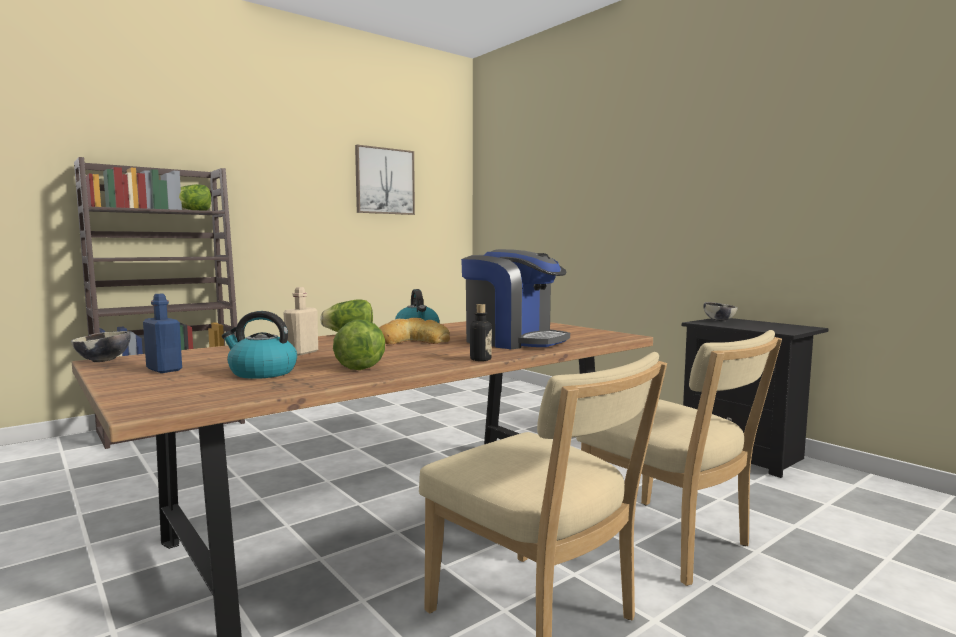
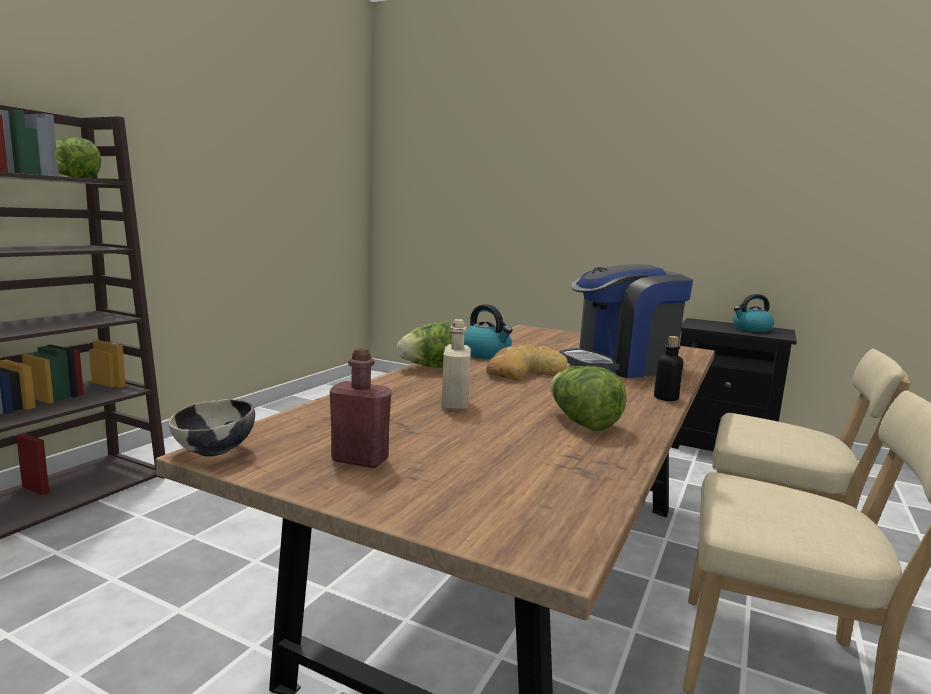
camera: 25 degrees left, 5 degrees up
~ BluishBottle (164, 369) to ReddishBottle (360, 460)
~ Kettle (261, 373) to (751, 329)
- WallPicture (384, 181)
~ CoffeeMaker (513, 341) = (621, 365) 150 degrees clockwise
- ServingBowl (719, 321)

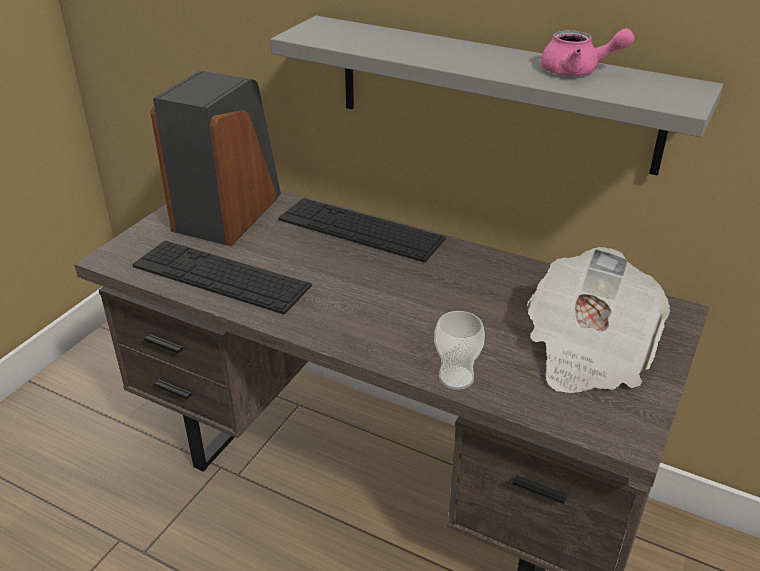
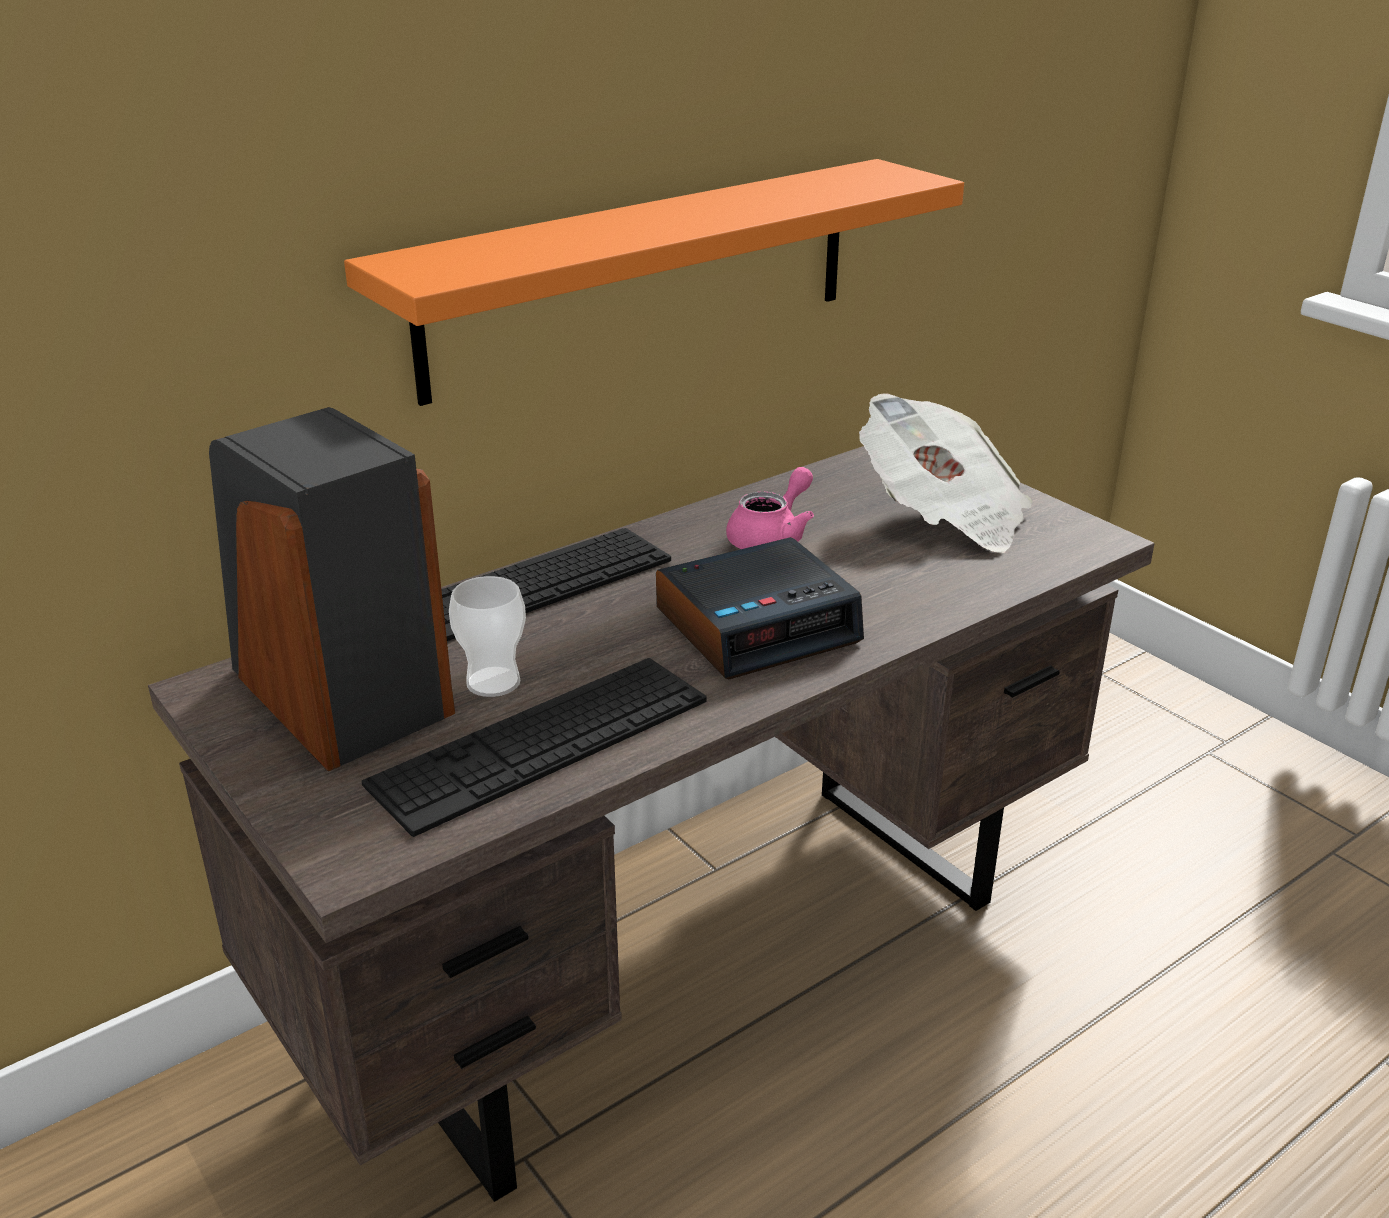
camera: 65 degrees left, 5 degrees down
~ GrayWallShelf (494, 93) to OrangeWallShelf (643, 276)
~ SmallCup (456, 377) to (493, 682)
~ PinkColouredPotForTea (577, 71) to (772, 537)
+ AlarmClock (758, 625)

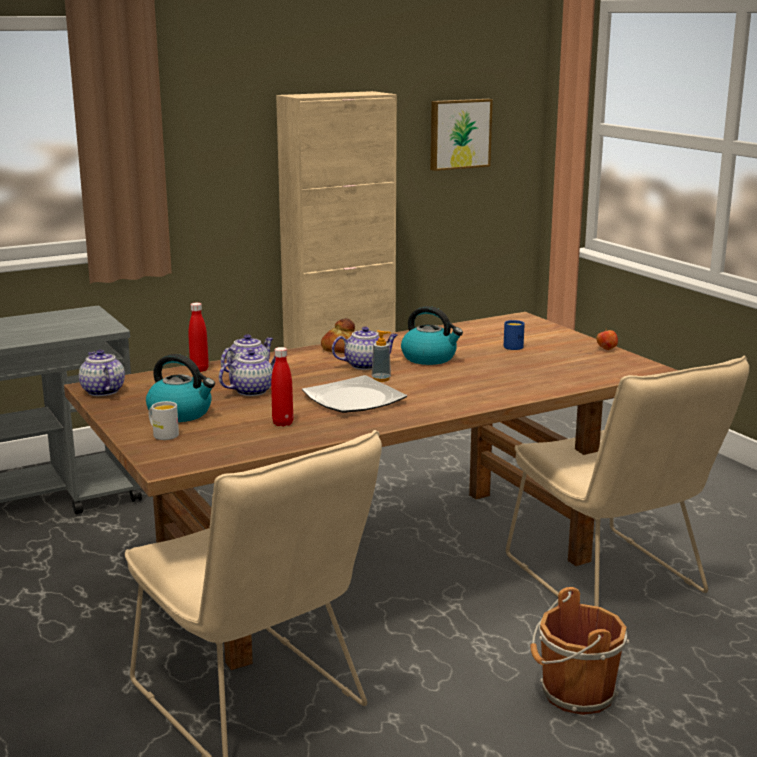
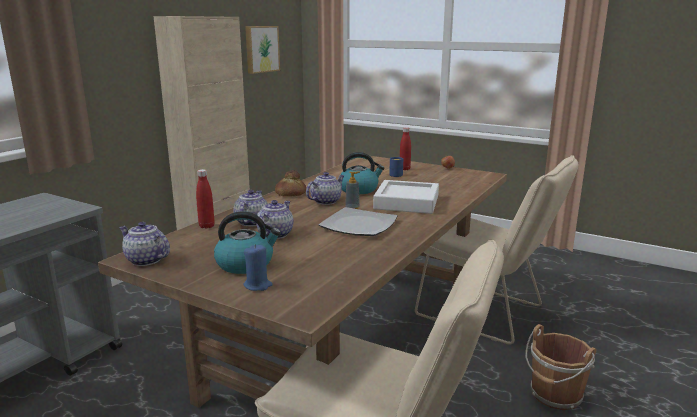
camera: 30 degrees left, 0 degrees up
~ WhitishTeaMug (162, 434) to BluishCandle (258, 285)
~ ReddishBottle (282, 423) to (404, 169)
+ WhitishCarryingTray (406, 202)

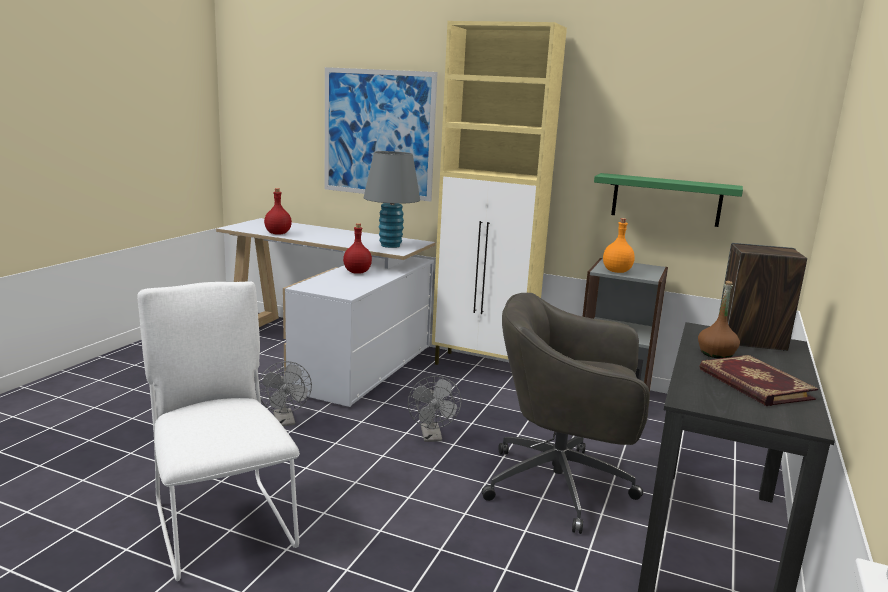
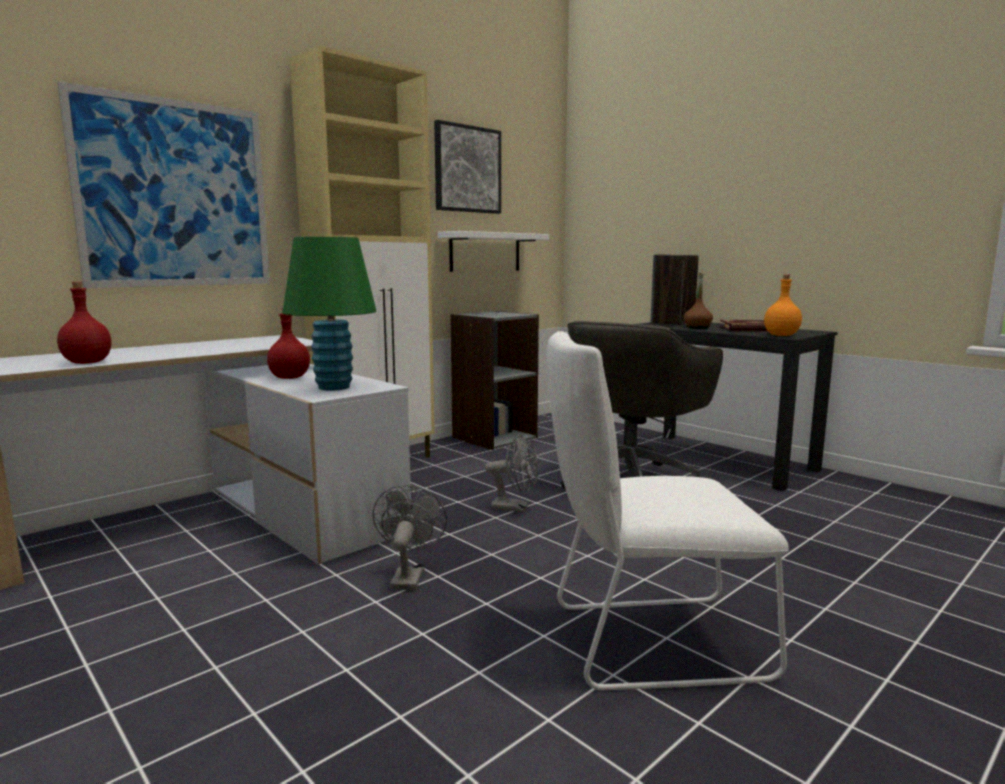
camera: 65 degrees left, 5 degrees down
~ GrayCoolingFan (285, 422) = (408, 576) 90 degrees counterclockwise
- GrayLampForATable (390, 245)
~ GreenColouredWallShelf (666, 200) to WhitishWallShelf (485, 252)
~ OrangeBottle (616, 271) to (780, 335)
+ GreenColouredLampForATable (334, 387)
+ WallPicture (467, 169)

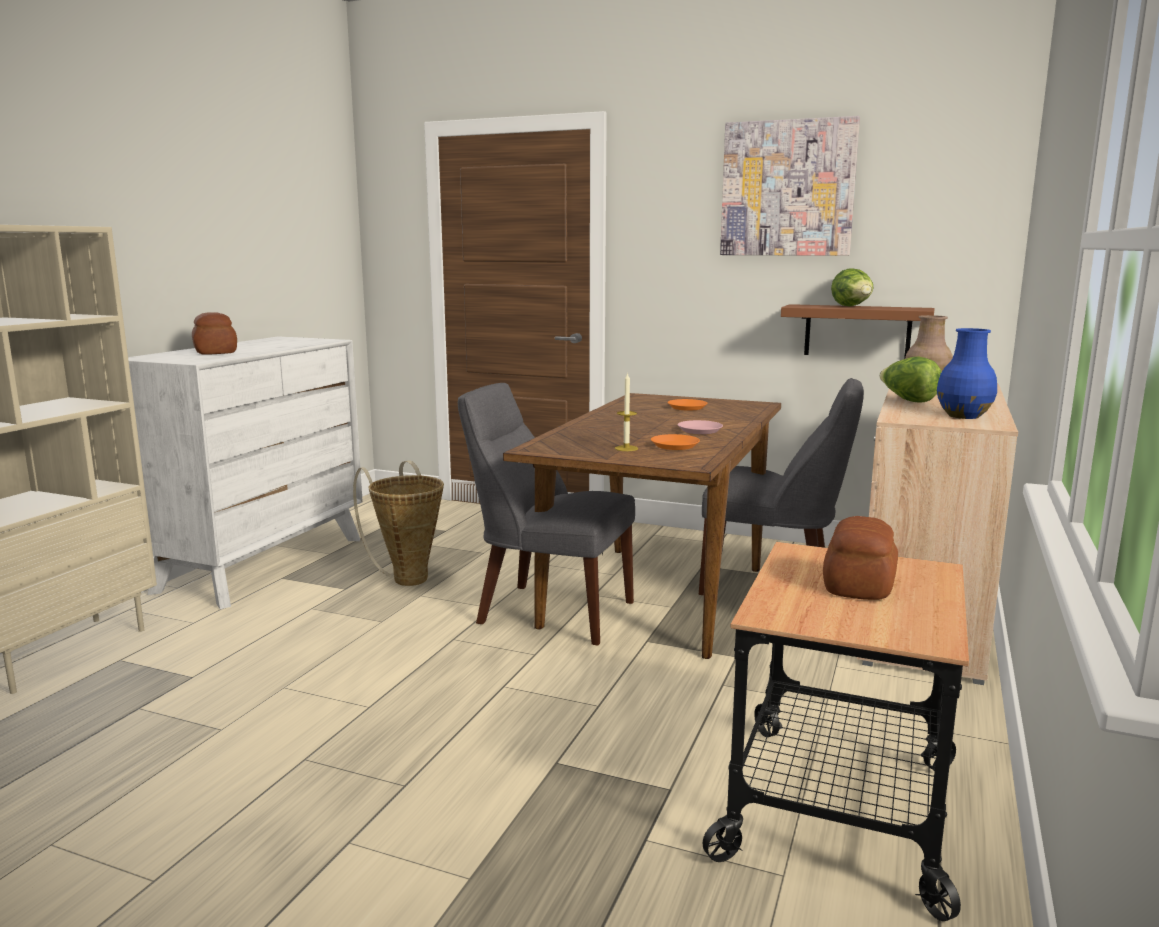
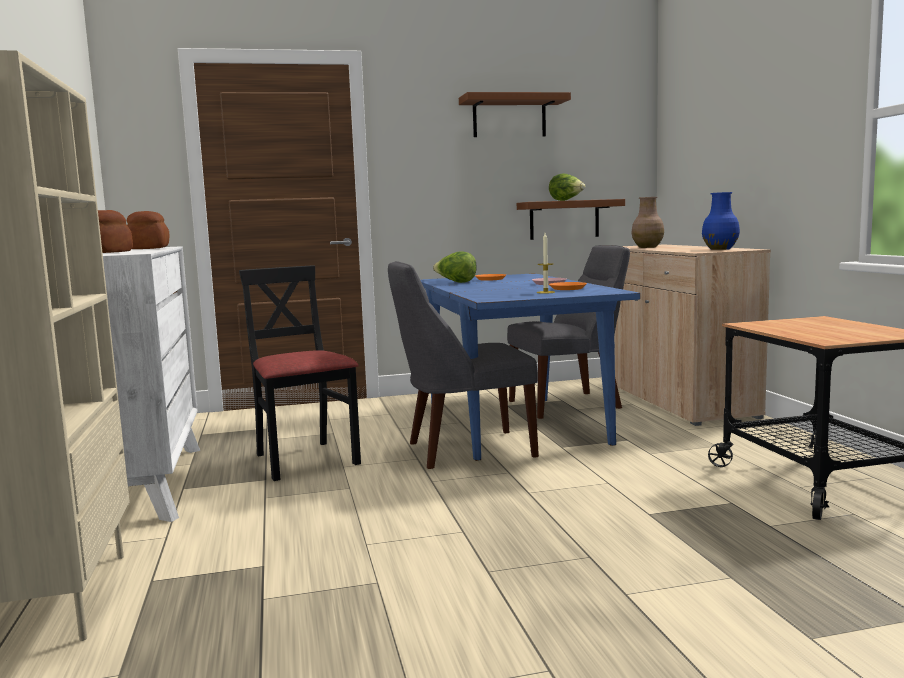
camera: 35 degrees left, 5 degrees down
~ StorageBasket (407, 577) to BlackColouredPlainChair (305, 460)
~ BrownDiningTable (656, 595) to BluishDiningTable (514, 425)
~ WallPicture (787, 189) to BrownWallShelf (509, 117)
~ Bread (857, 585) to (147, 248)
~ HeadOfLettuce (908, 401) to (456, 282)

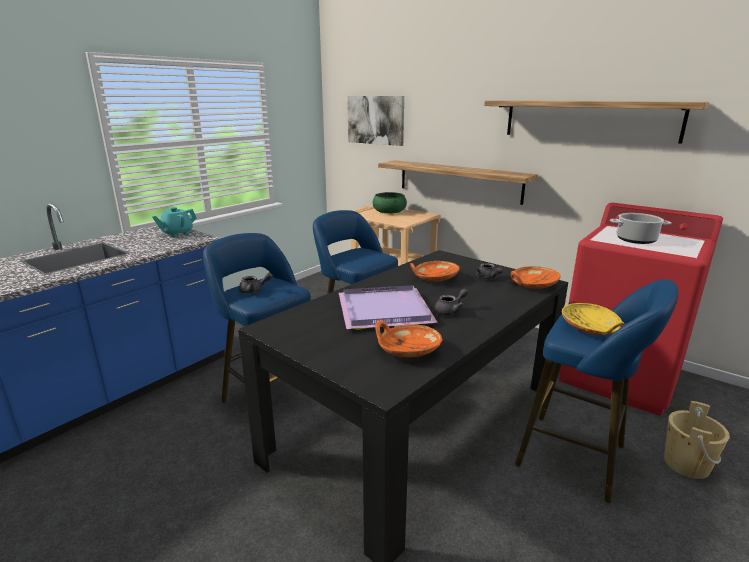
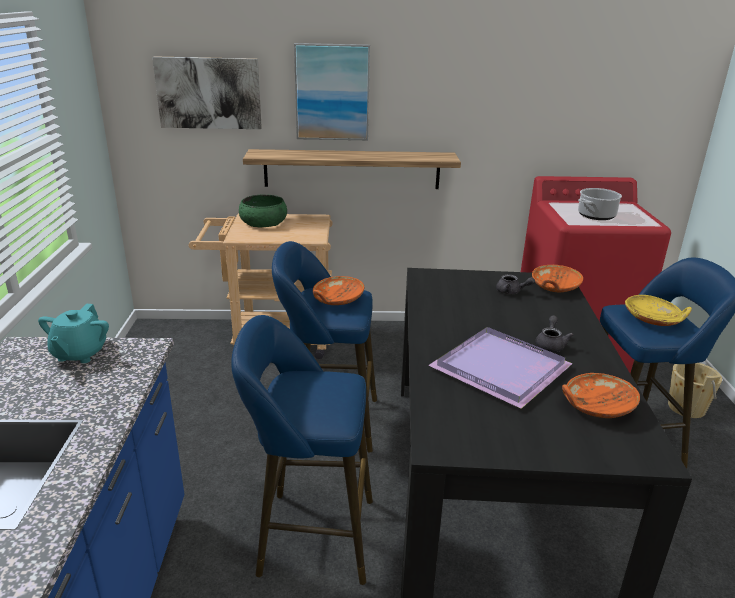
camera: 40 degrees left, 5 degrees up
- GrayPotForTea (254, 290)
~ OrangeServingBowl (434, 278) to (337, 299)
- WallShelf (588, 120)
+ WallPicture (332, 92)

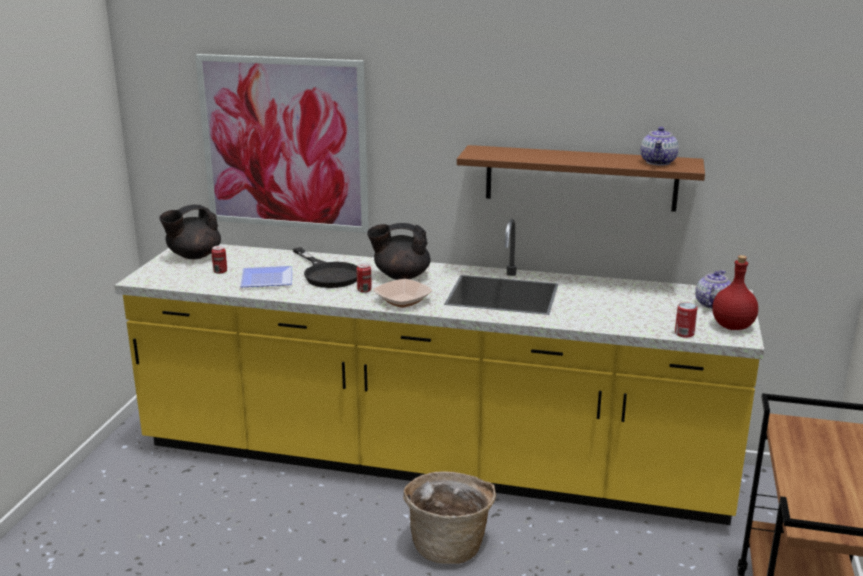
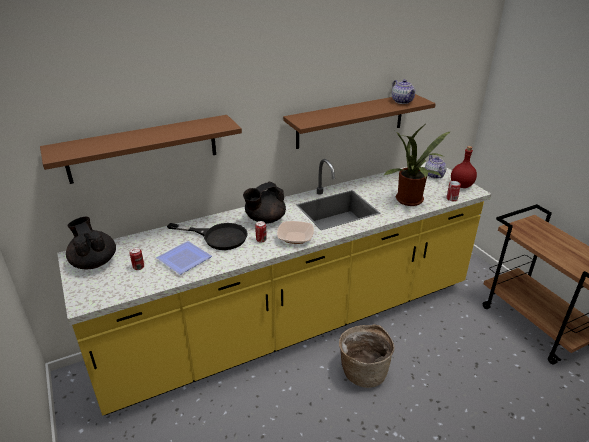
camera: 40 degrees left, 10 degrees up
~ BlackColouredPotForTea (194, 256) = (94, 262) 135 degrees clockwise
~ WallPicture (284, 144) to BrownWallShelf (143, 149)
+ PlantInAPot (411, 201)

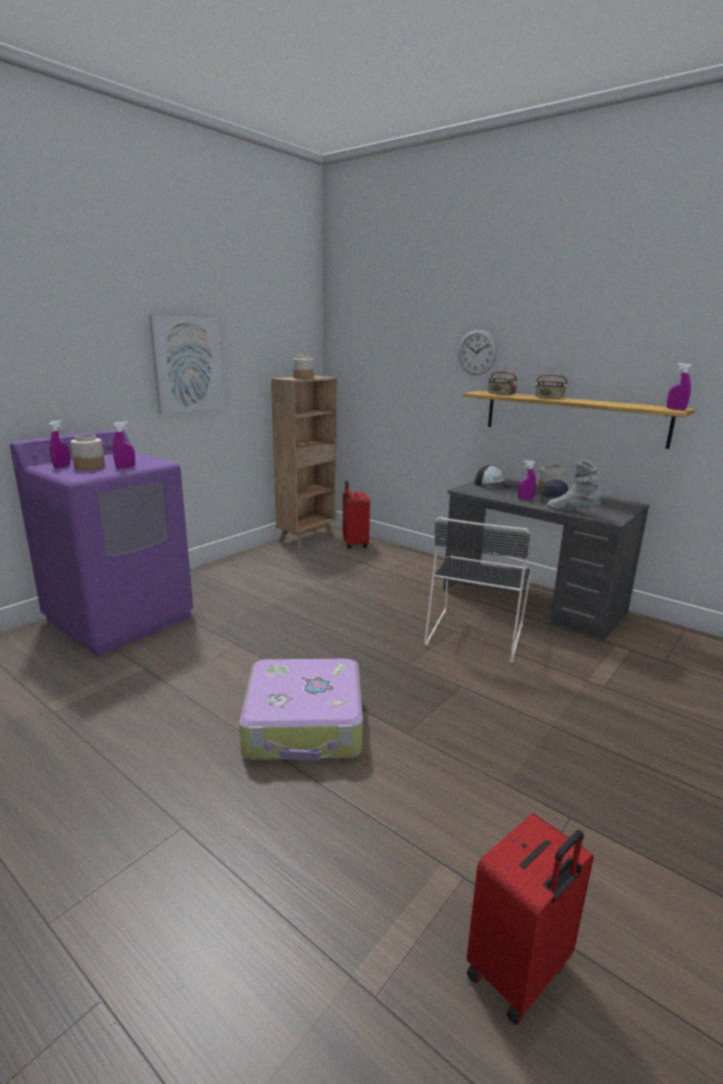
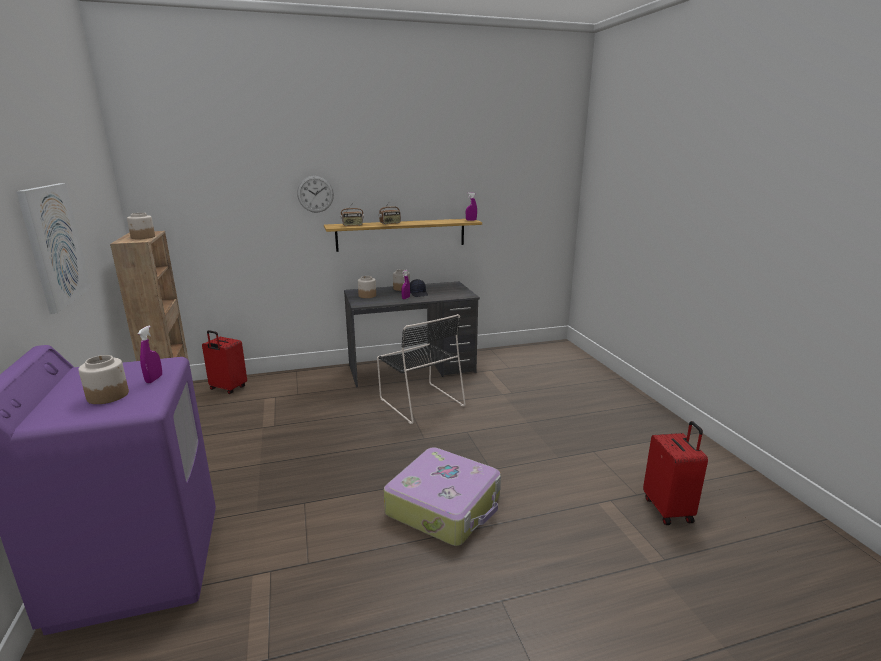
camera: 55 degrees left, 0 degrees up
- PurpleColouredHandSprayer (62, 466)
~ Cap (493, 486) to Jar (367, 295)
- GrayTallBoot (572, 511)

